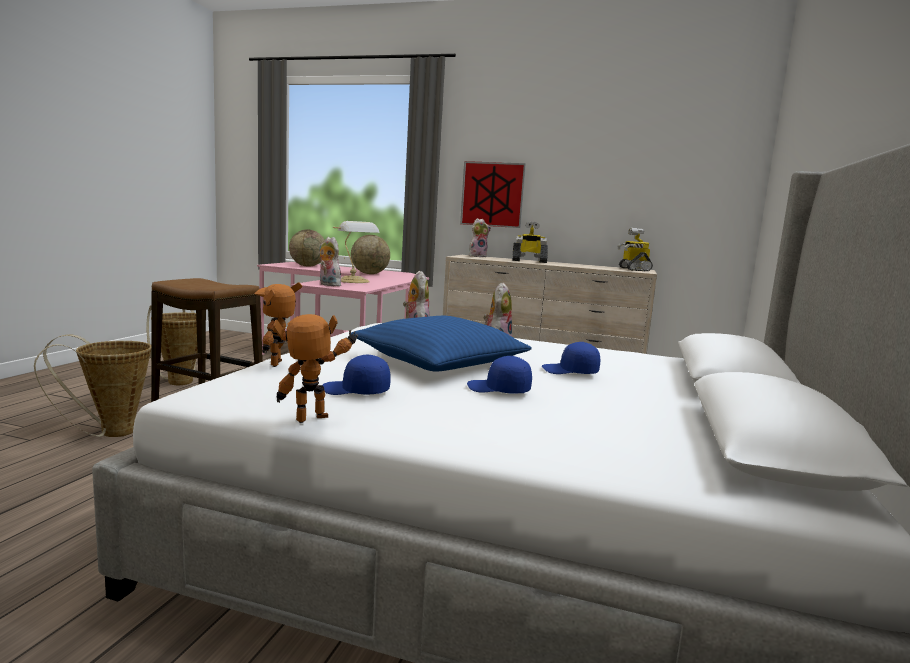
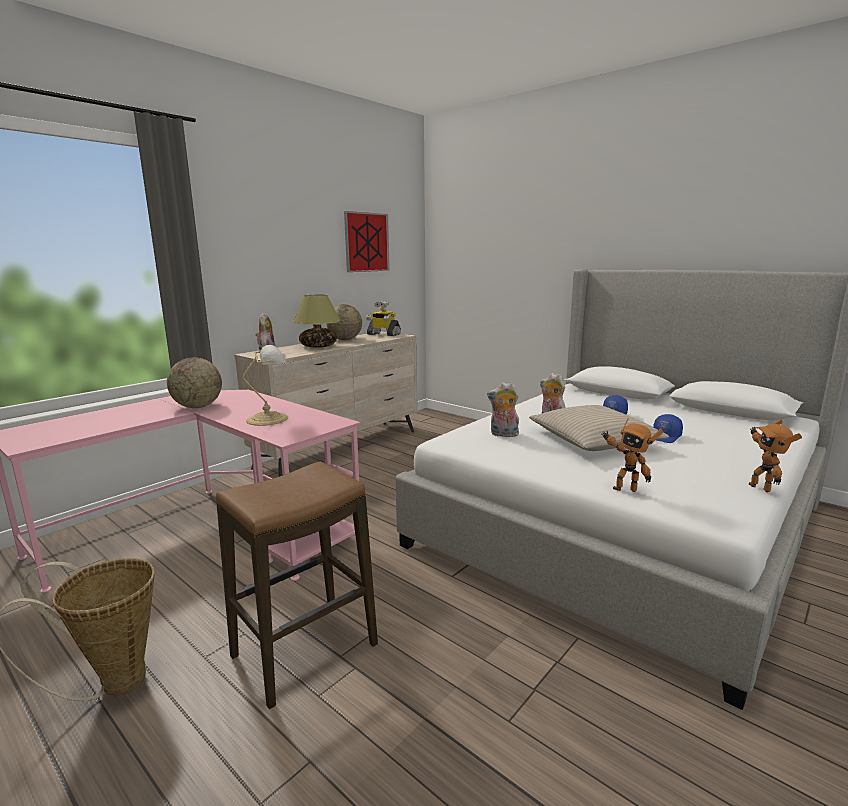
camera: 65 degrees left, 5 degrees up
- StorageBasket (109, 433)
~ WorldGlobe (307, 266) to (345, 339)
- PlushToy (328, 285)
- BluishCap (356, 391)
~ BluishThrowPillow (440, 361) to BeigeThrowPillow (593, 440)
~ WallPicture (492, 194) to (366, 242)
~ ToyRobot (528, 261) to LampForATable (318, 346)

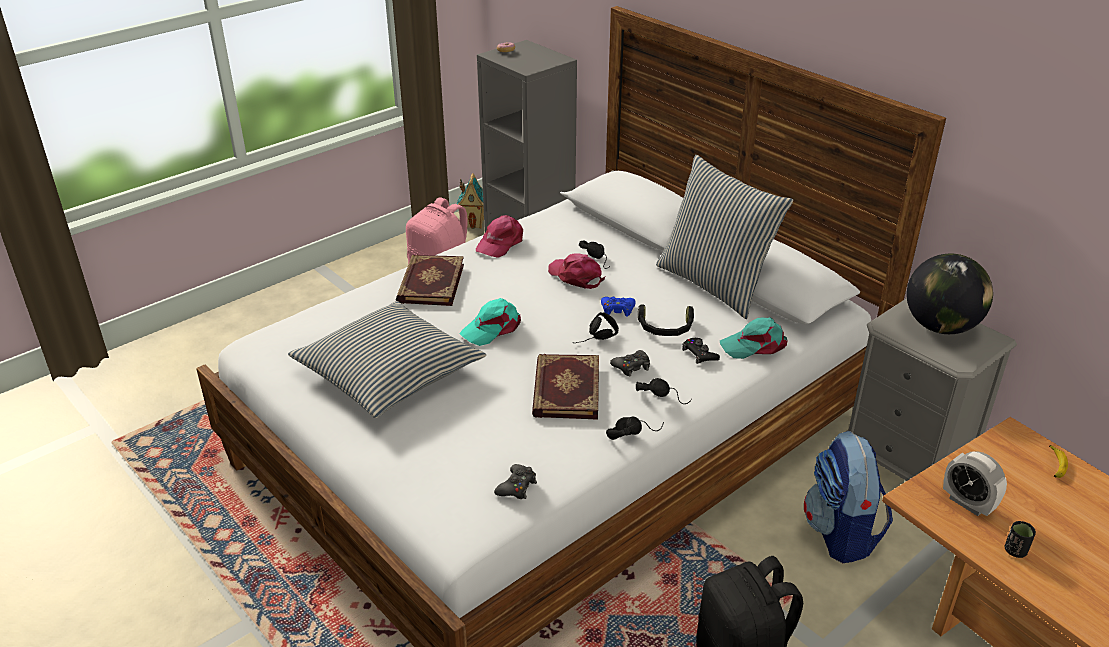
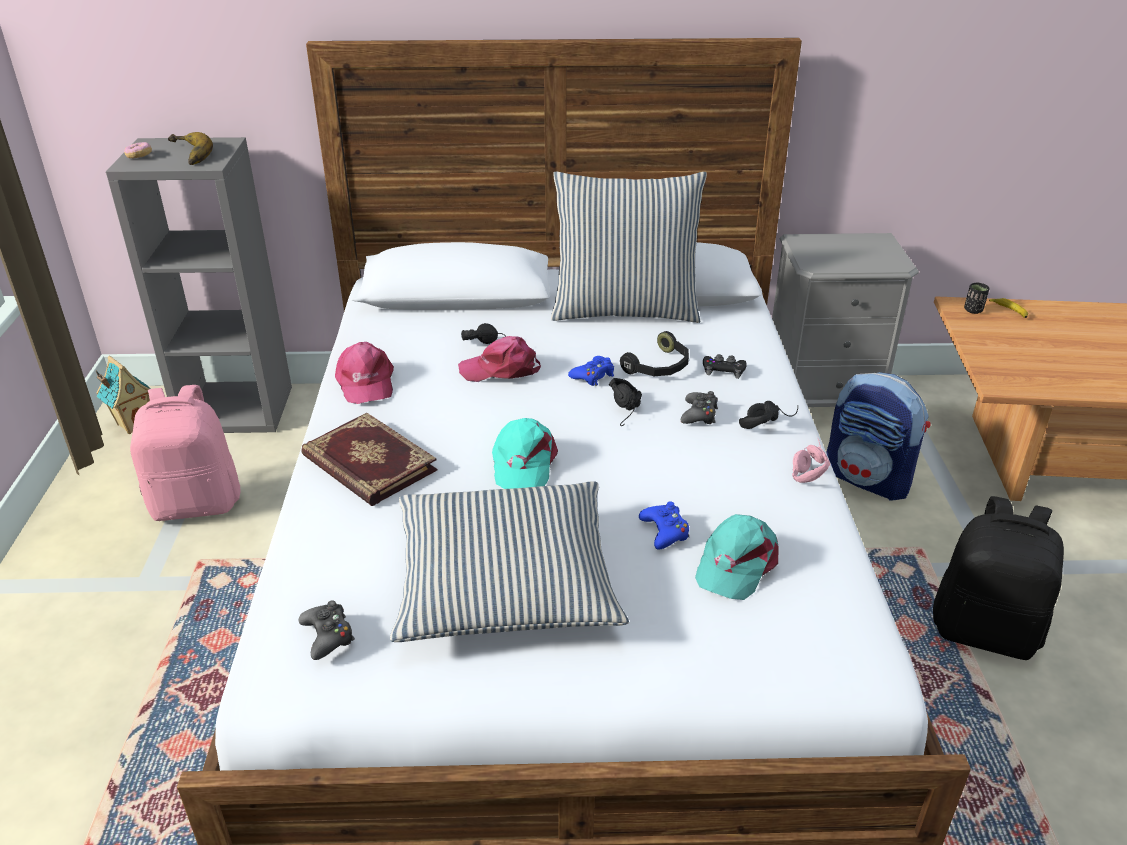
camera: 50 degrees left, 0 degrees up
~ BlackColouredJoypad (517, 487) to (328, 636)
- Book (565, 389)
~ BlackColouredPairOfHeadphones (633, 433) to PinkColouredPairOfHeadphones (806, 466)
~ TurquoiseColouredCap (755, 345) to (736, 564)
- WorldGlobe (940, 327)
- AlarmClock (968, 503)
~ BlackColouredSmallCup (1015, 551) to (973, 310)
+ BananaFruit (186, 154)
+ BluishJoypad (665, 532)

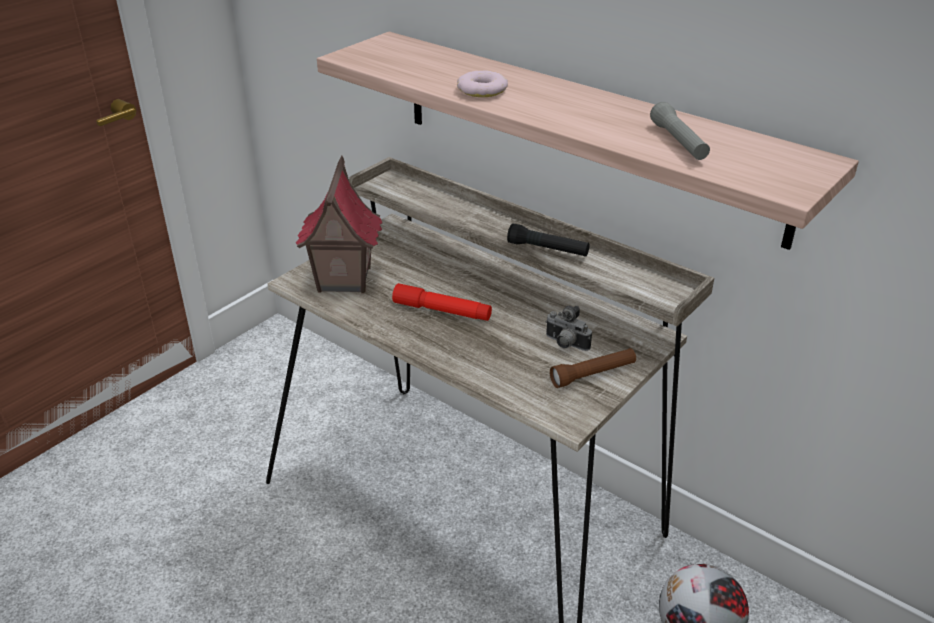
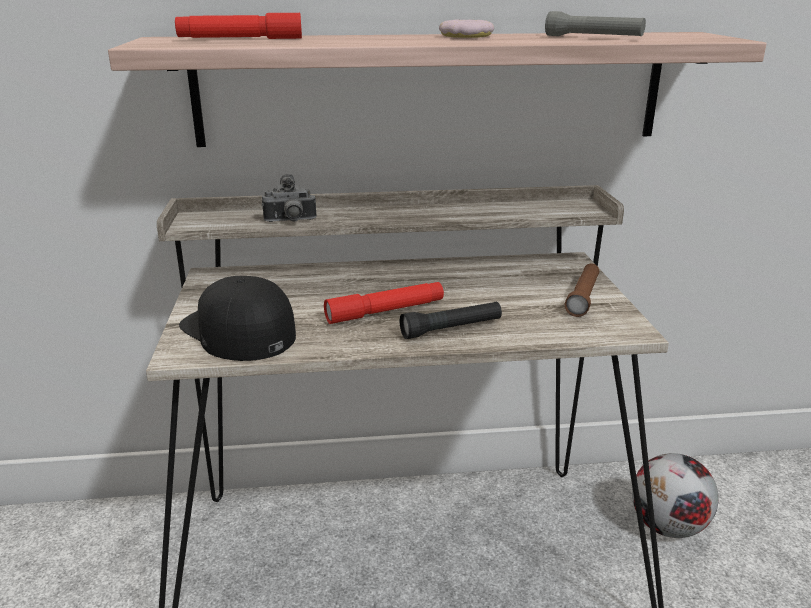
camera: 45 degrees left, 10 degrees down
~ ToyHouse (343, 279) to BlackColouredCap (238, 331)
~ Donut (482, 90) to (466, 36)
~ BlackColouredTorch (547, 249) to (451, 329)
~ StillCamera (565, 344) to (290, 221)
+ ReddishTorch (240, 39)

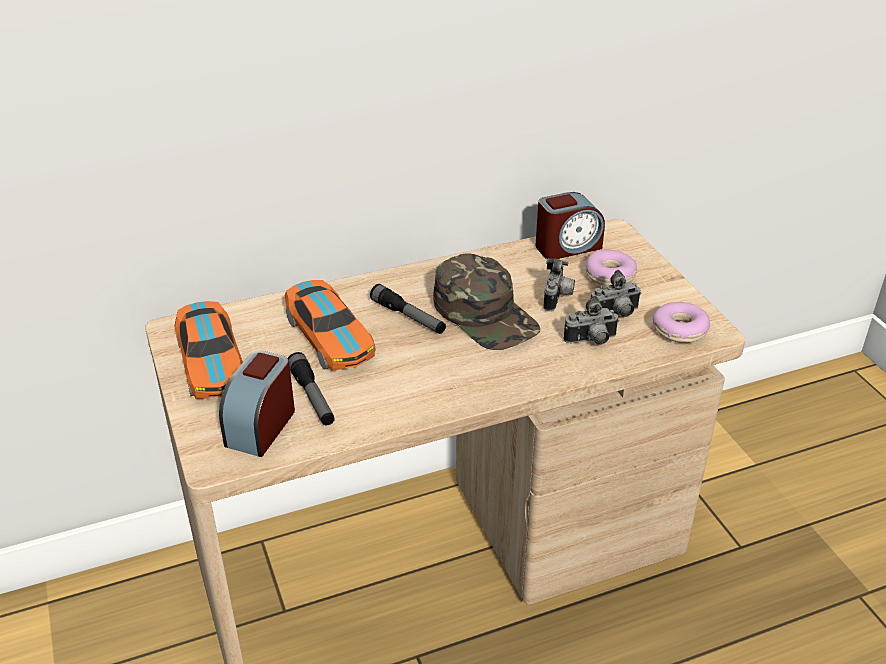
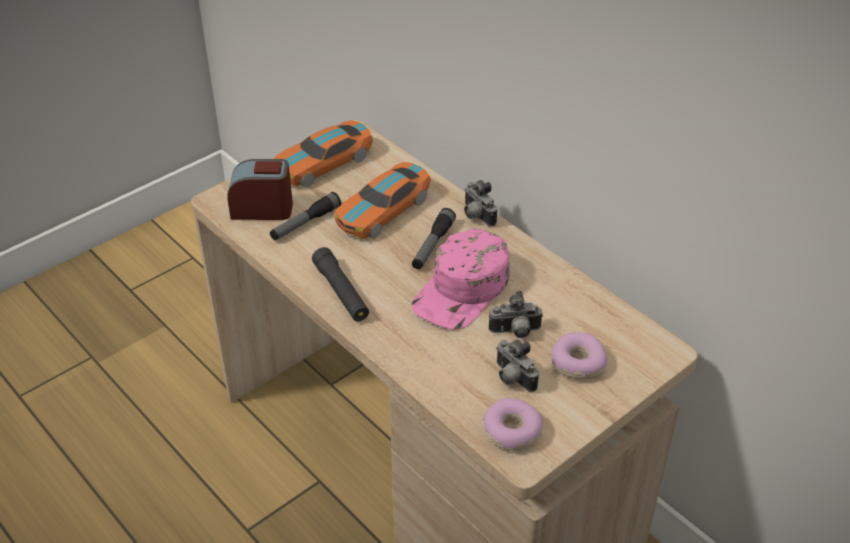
camera: 70 degrees right, 5 degrees up
~ GreenColouredCap (485, 314) to PinkColouredCap (463, 290)
- AlarmClock (567, 247)
~ StillCamera (591, 341) to (476, 216)
+ BlackColouredTorch (341, 292)

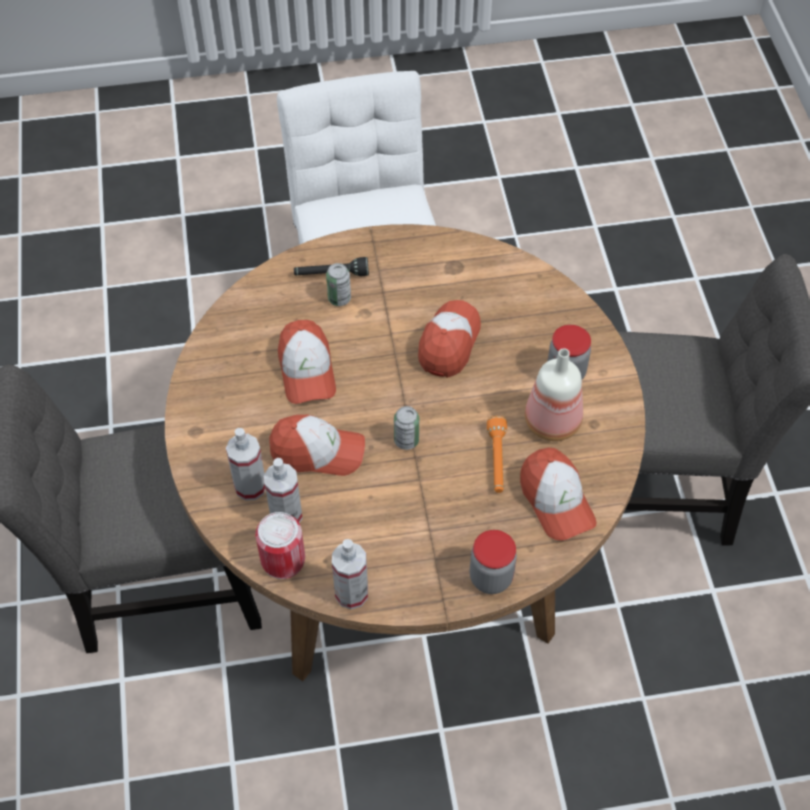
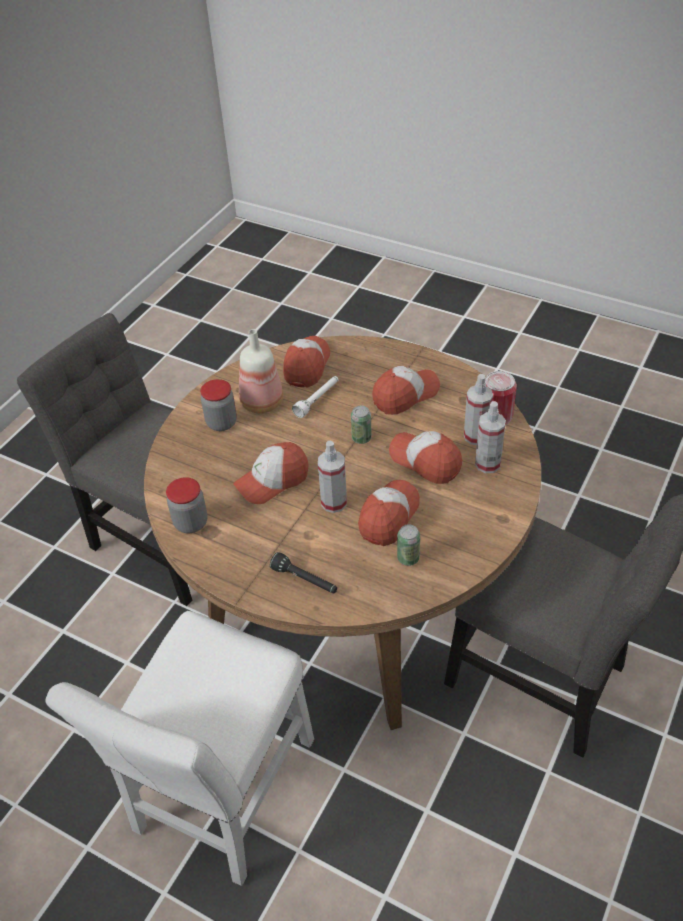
camera: 140 degrees left, 10 degrees down
~ SealedCan (339, 298) to (408, 558)
~ HandSprayer (351, 593) to (334, 502)
~ Jar (491, 577) to (191, 523)
~ OrangeTorch (497, 460) to WhitishTorch (317, 400)
+ Cap (405, 395)

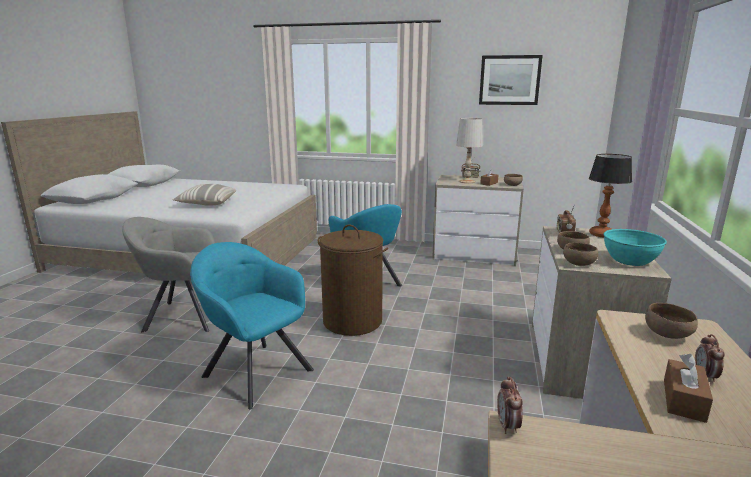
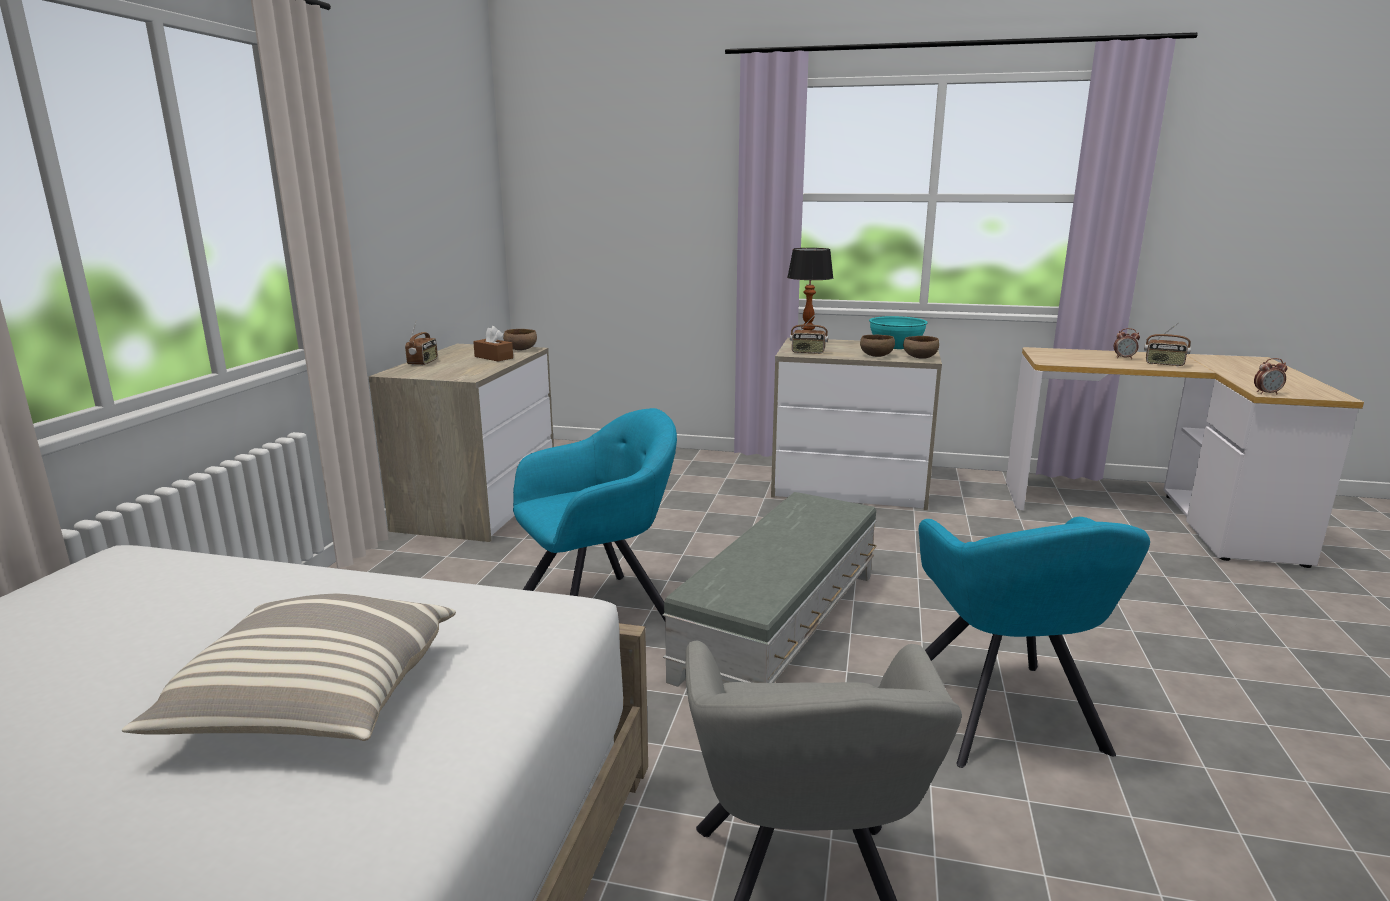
camera: 90 degrees left, 0 degrees up
~ TurquoiseColouredEasyChair (255, 371) = (1005, 716) 45 degrees counterclockwise
~ BrownHamper (353, 321) to GrayFootrest (781, 623)
- WhitishLampForATable (467, 181)
- WallPicture (509, 80)
- BrownServingBowl (668, 334)
~ BrownBoxOfTissues (683, 400) to Radio (1164, 364)

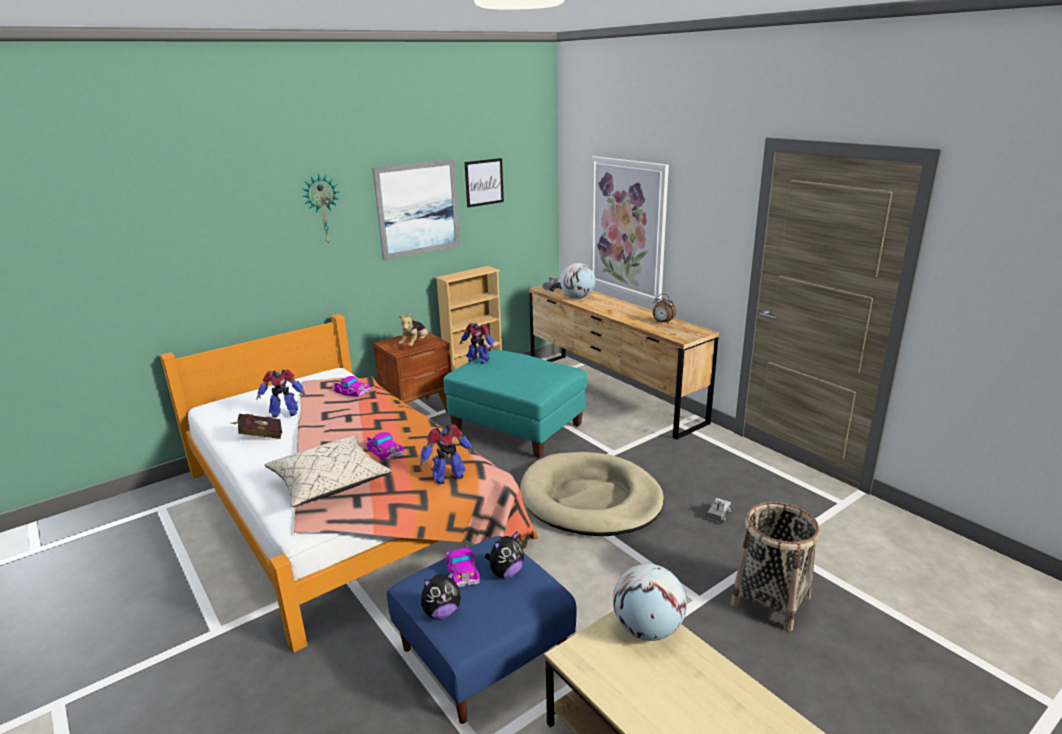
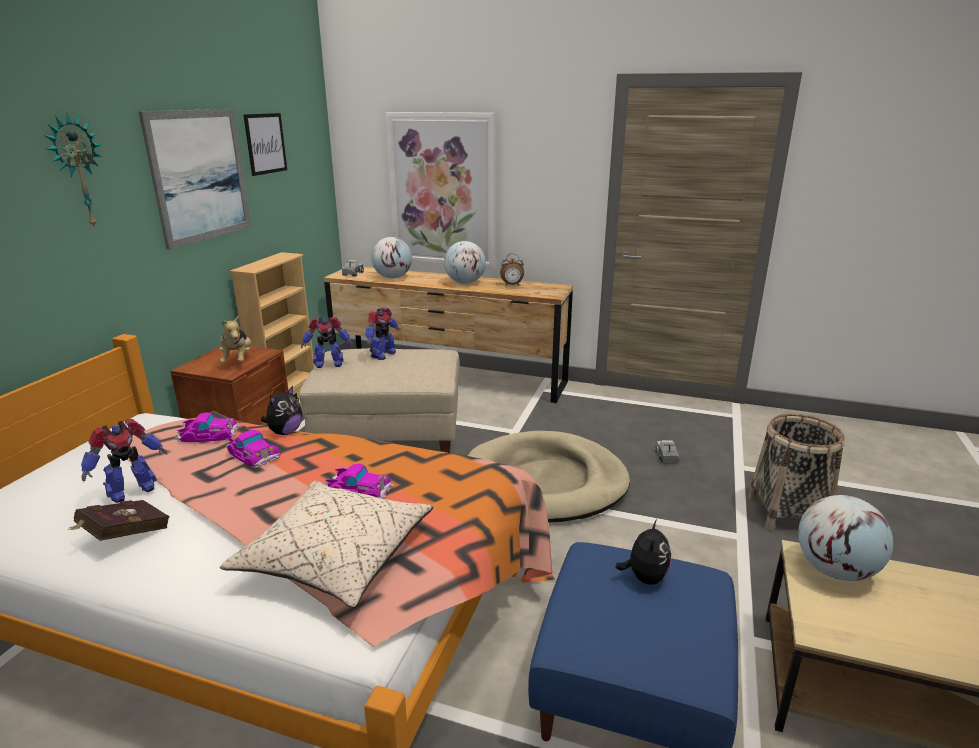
camera: 35 degrees left, 0 degrees up
~ ToyRobot (447, 476) to (382, 355)
~ PlushToy (441, 612) to (285, 432)
~ TurquoiseColouredFootrest (517, 428) to BeigeFootrest (389, 436)
~ ModelCar (462, 569) to (252, 453)
+ WorldGlobe (465, 283)

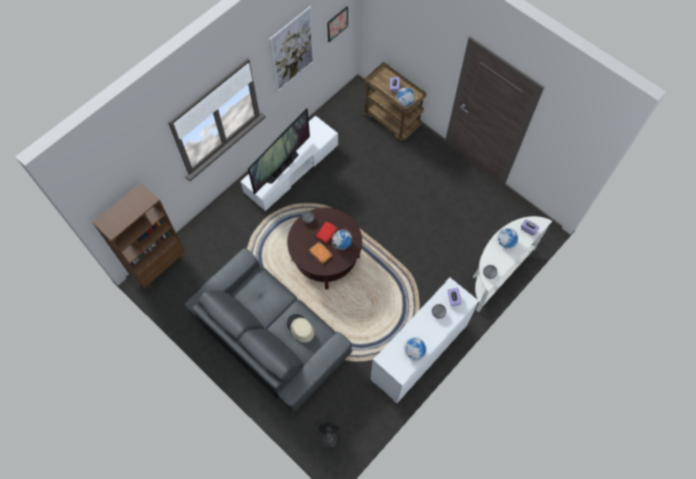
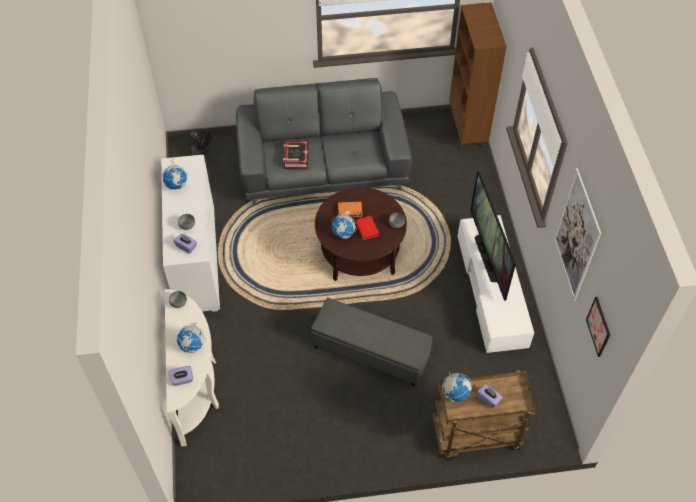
camera: 130 degrees right, 10 degrees down
~ BeigeClothingHat (300, 328) to Book (296, 157)
+ GrayFootrest (370, 352)

